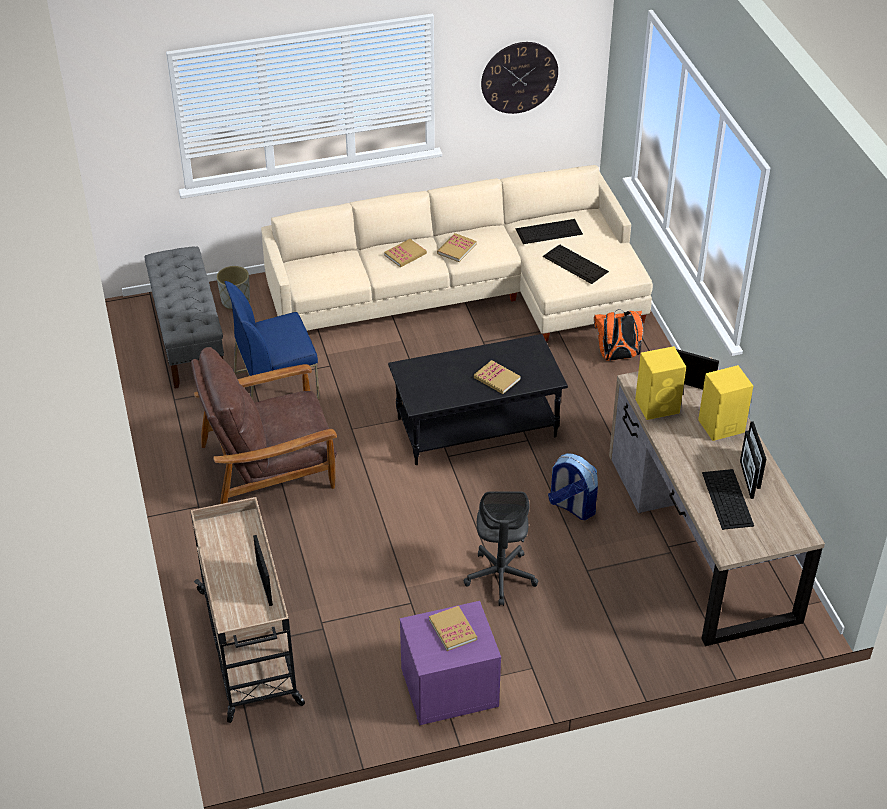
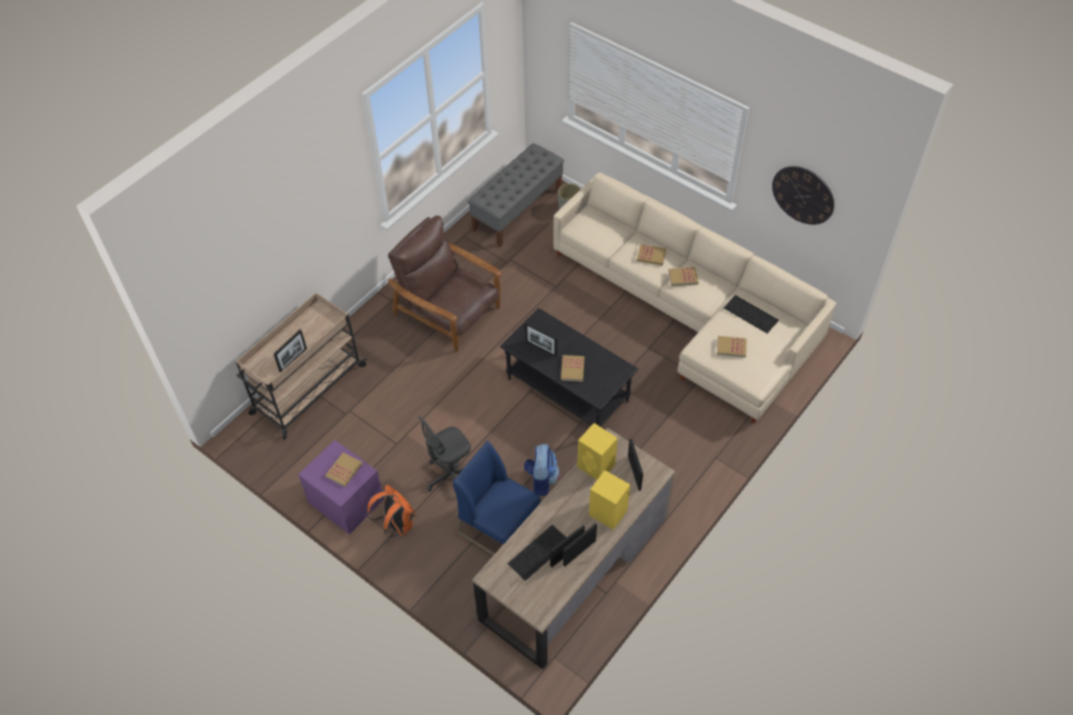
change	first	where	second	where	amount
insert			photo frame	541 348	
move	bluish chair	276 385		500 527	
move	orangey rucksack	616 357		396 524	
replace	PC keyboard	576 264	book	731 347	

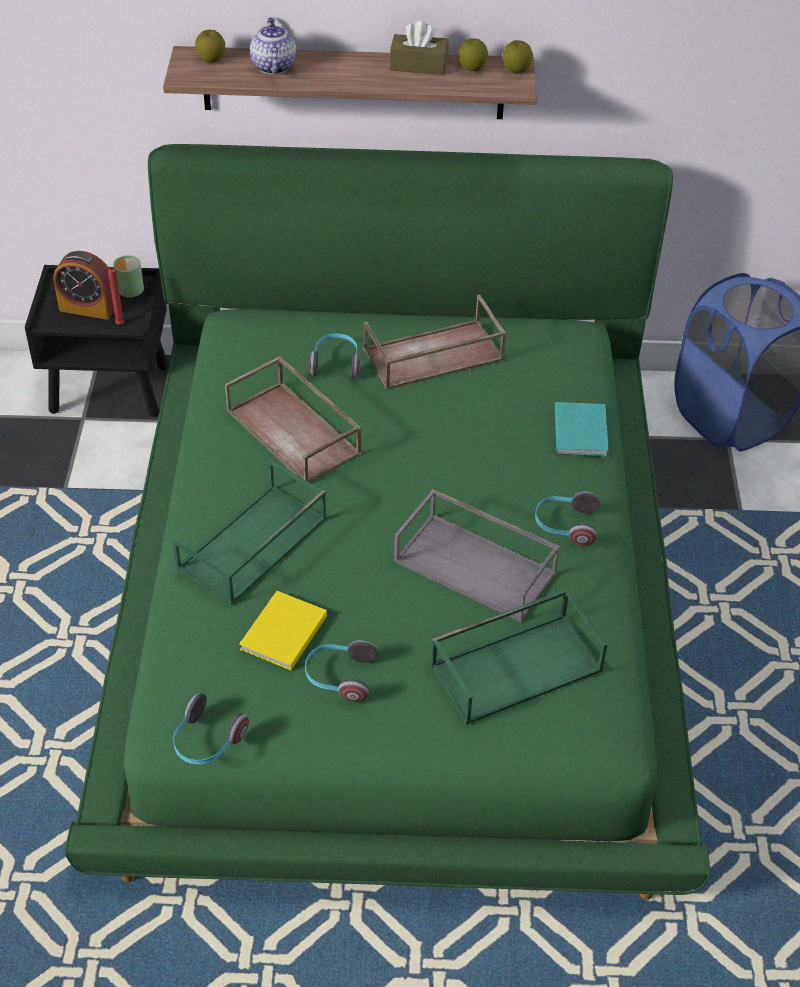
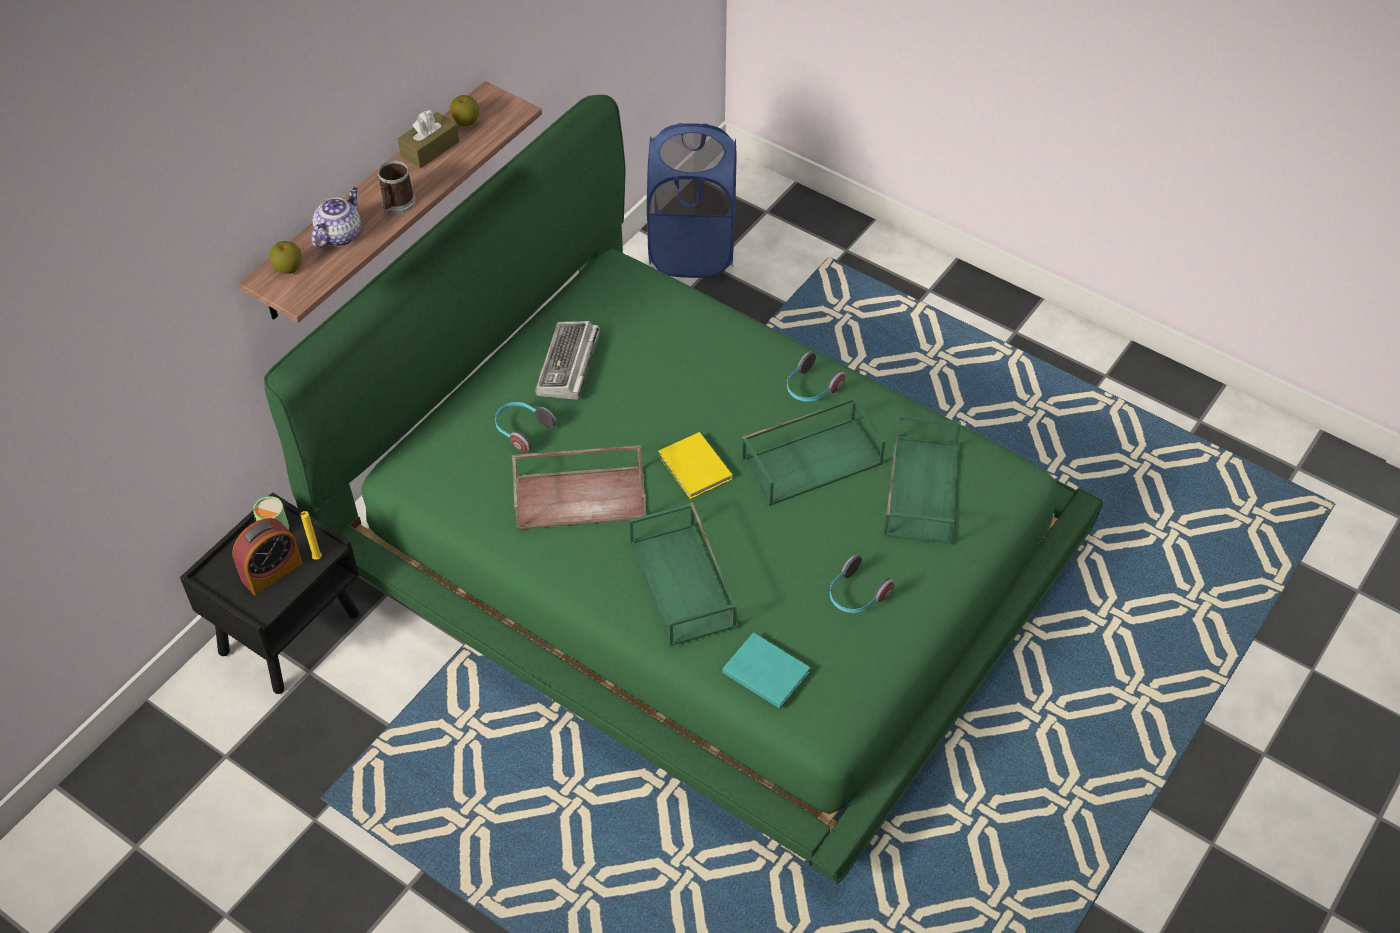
change	first	where	second	where	amount
delete	headset	207 742			
delete	whole apple	516 70			
insert			tea mug	396 204	
move	yellow-coloured book	281 634		695 469	
move	turquoise-coloured book	581 430		765 670	
replace	brownish serving tray	432 356	PC keyboard	568 366	
recolor	red-coloured wax candle	118 324	yellow-coloured wax candle	316 559	
recolor	gray serving tray	477 567	green-coloured serving tray	812 460	
rotate	teapot	273 66		339 234	90 degrees clockwise

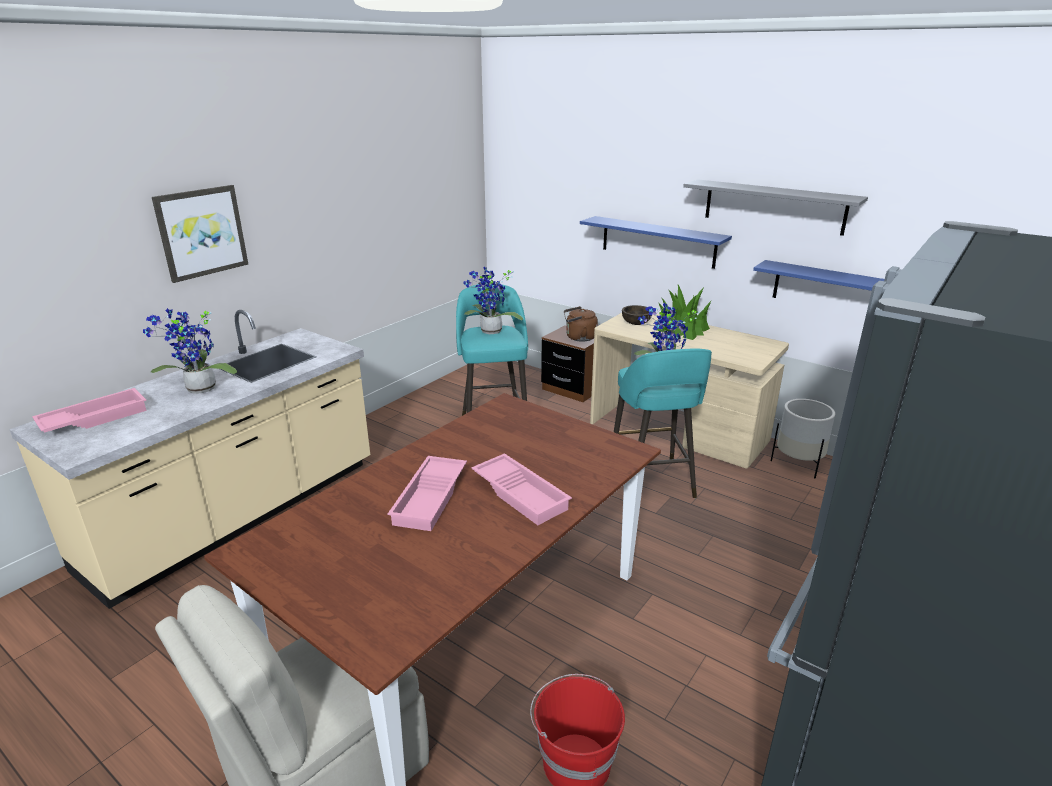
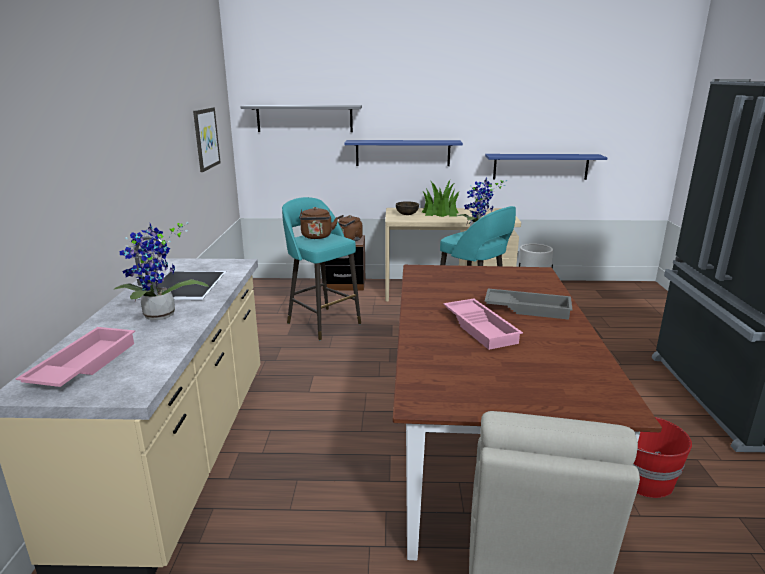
change	first	where	second	where	amount
move	picture	201 232		205 138	
move	gray wall shelf	774 206		304 118	
replace	plant in a pot	490 332	brownish water kettle	317 237	
recolor	pink serving tray	521 493	gray serving tray	528 308	

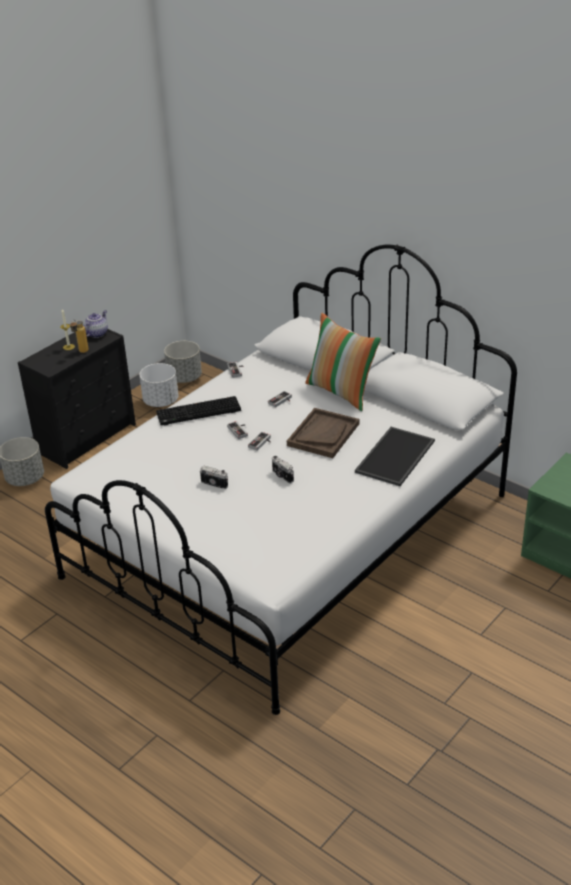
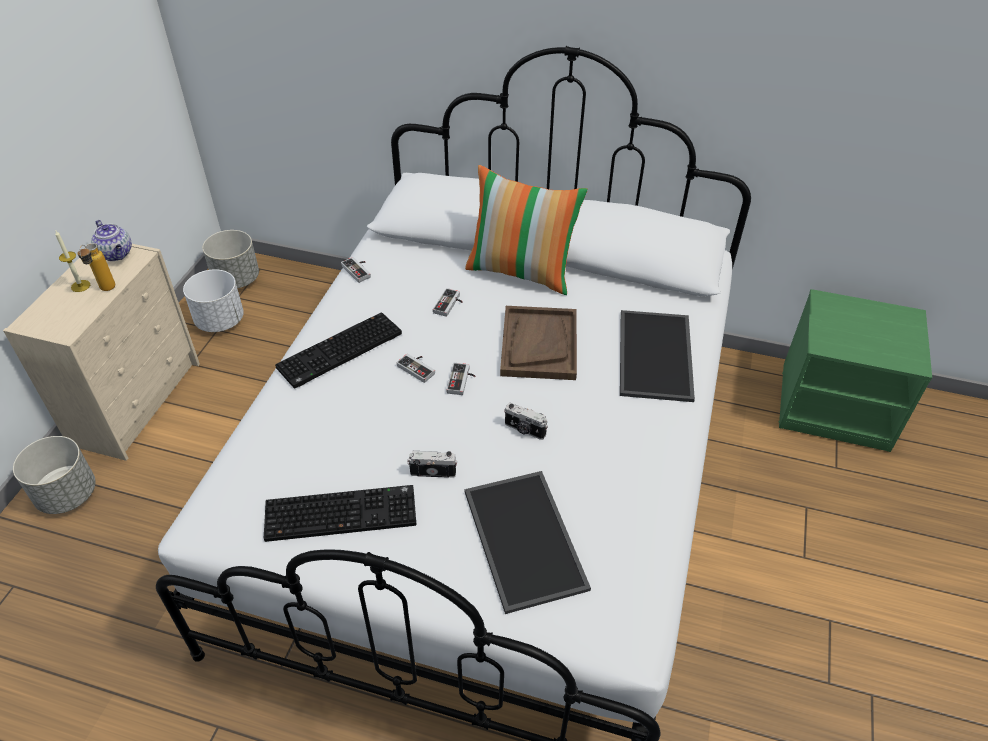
change	first	where	second	where	amount
insert			PC keyboard	342 512	
insert			serving tray	521 538	
recolor	black-coloured chest of drawers	87 437	beige chest of drawers	138 401	
rotate	teapot	97 333		117 254	135 degrees clockwise

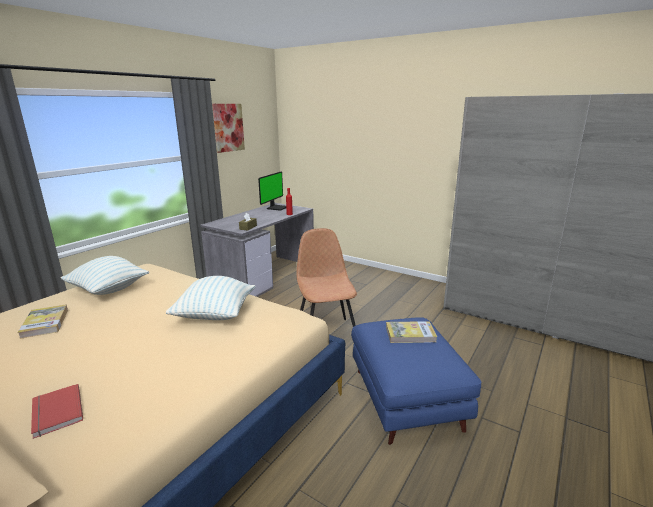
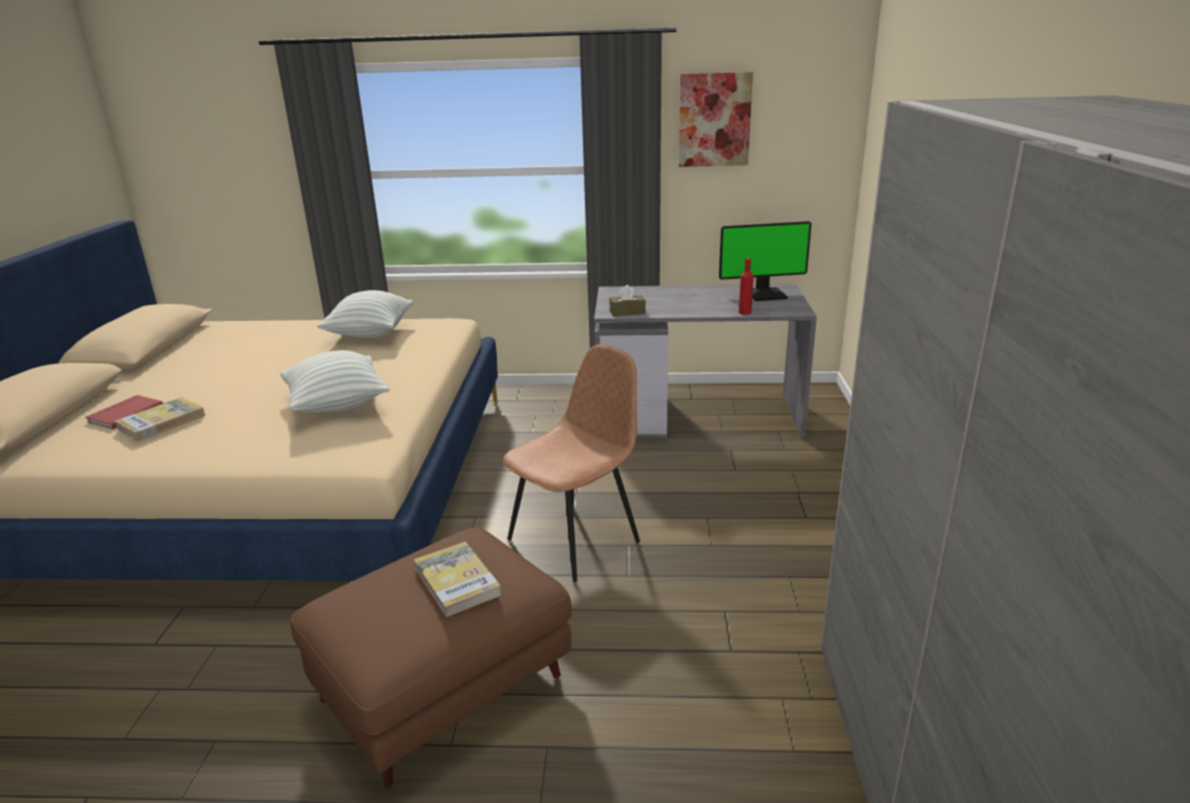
change	first	where	second	where	amount
move	book	45 323		161 422	
recolor	bluish footrest	407 399	brownish footrest	443 689	

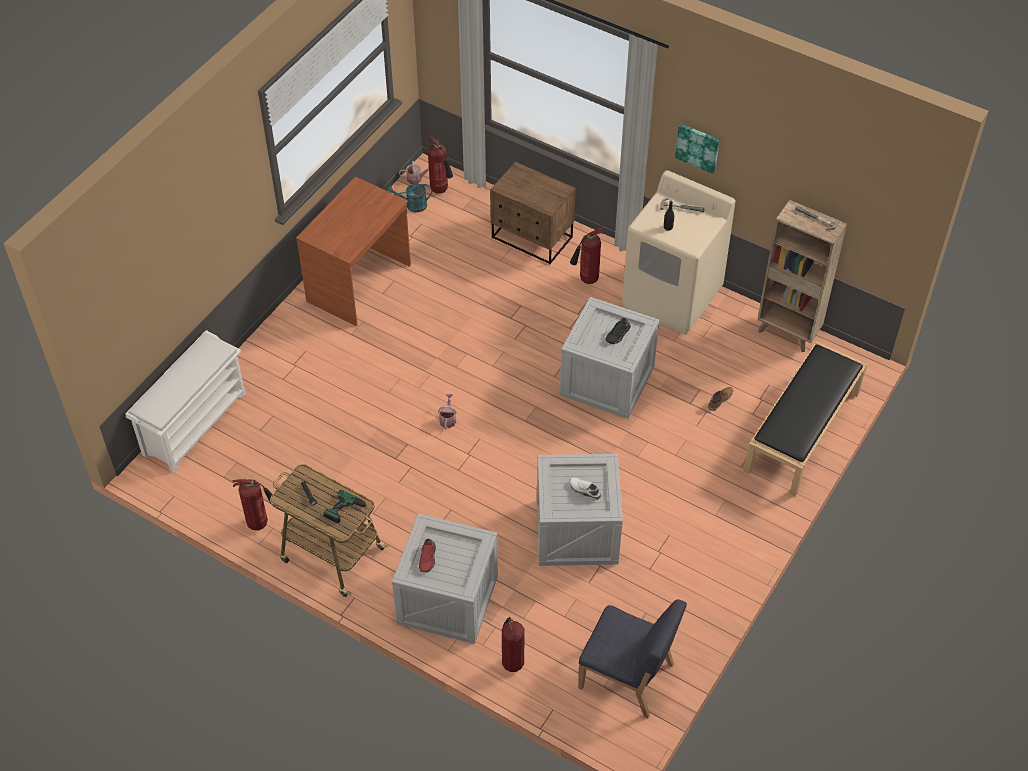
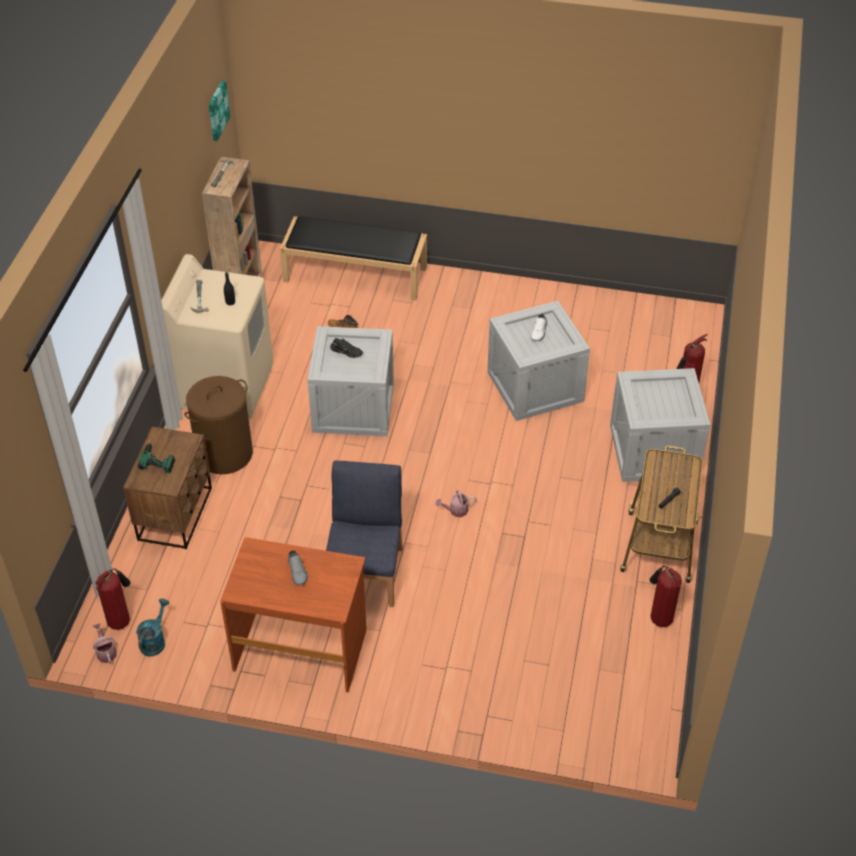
change	first	where	second	where	amount
delete	white shoe stand	195 423			
delete	red-coloured shoe	428 558			
insert			gray shoe	298 571	
move	electric drill	349 512		159 457	
move	bluish chair	627 677		366 573	
move	picture	698 147		217 110	
replace	fire-fighting cylinder	587 280	brownish washing basket	224 454	
rotate	turquoise-coloured sprinkling can	412 205		154 640	135 degrees counterclockwise

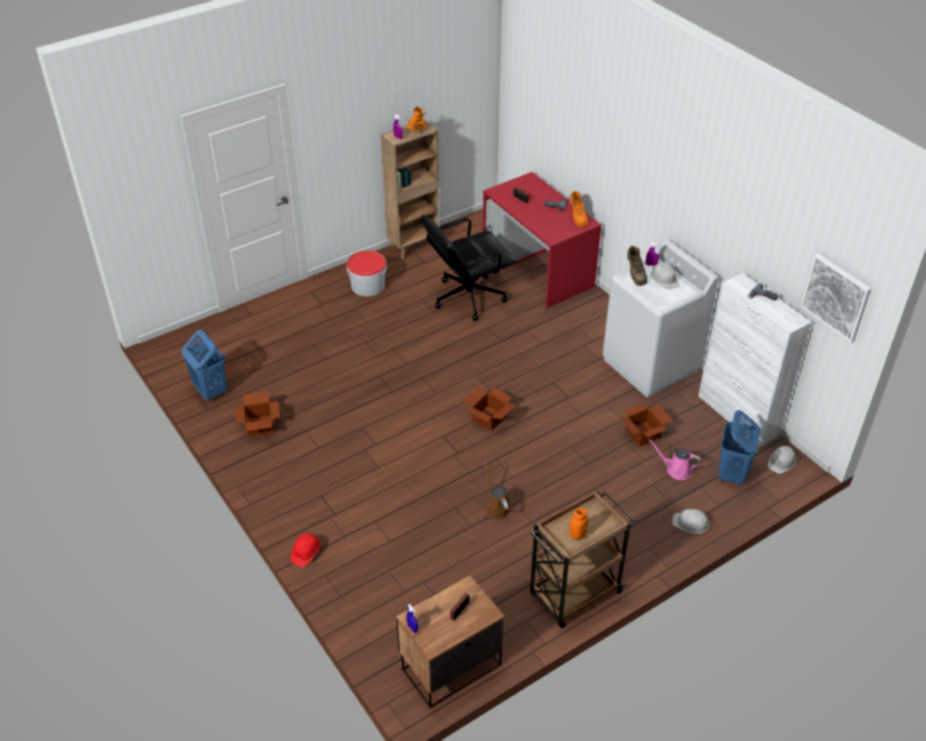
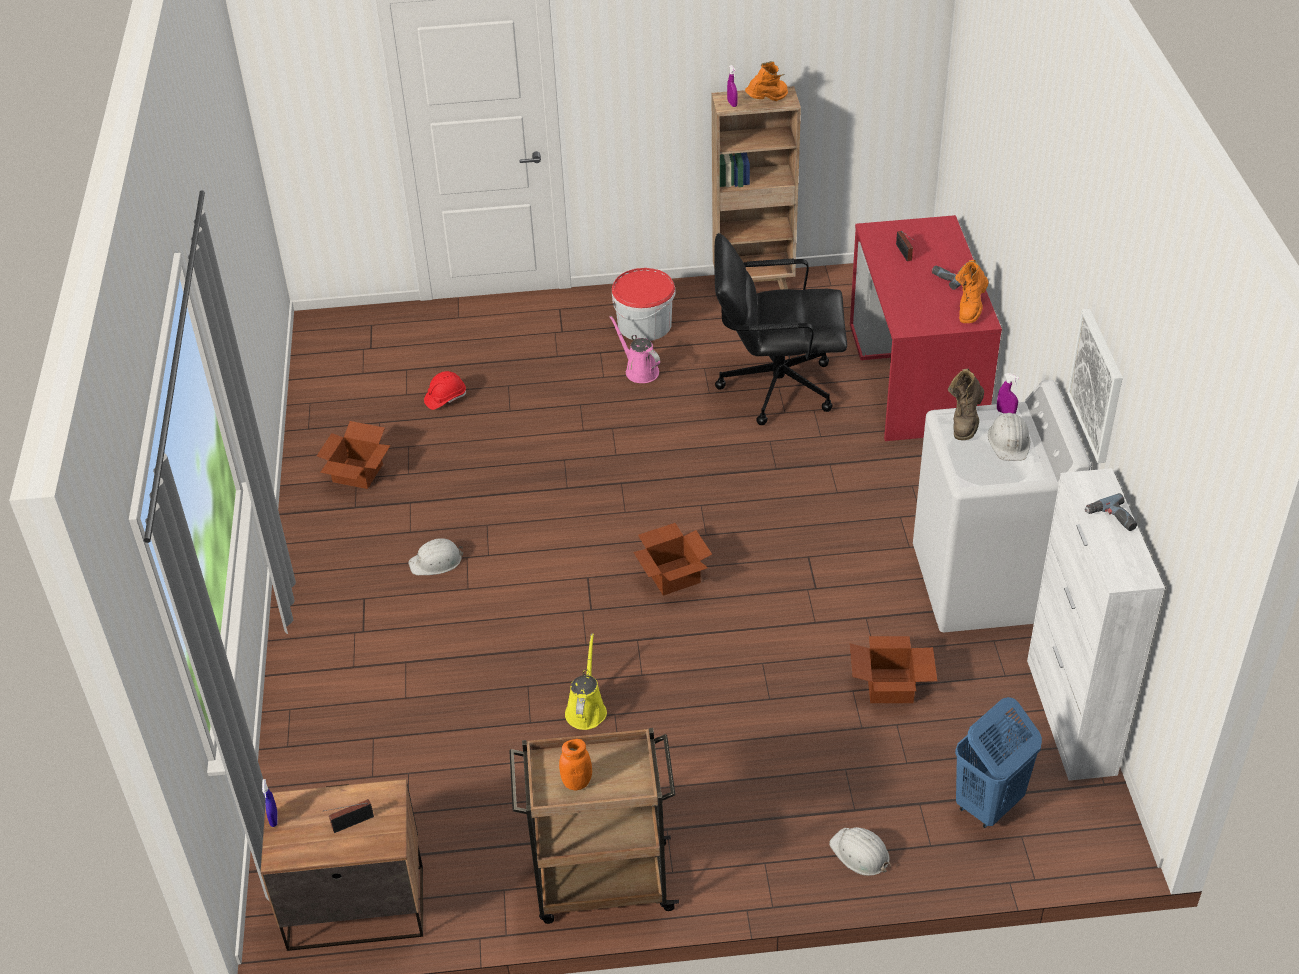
change	first	where	second	where	amount
delete	bluish washing basket	210 391			
move	red-coloured hard hat	306 553		445 398	
move	pink sprinkling can	676 470		639 370	
move	white hard hat	781 461		436 562	
move	picture	836 297		1097 385	
recolor	brownish sprinkling can	496 507	yellow-coloured sprinkling can	586 709	

